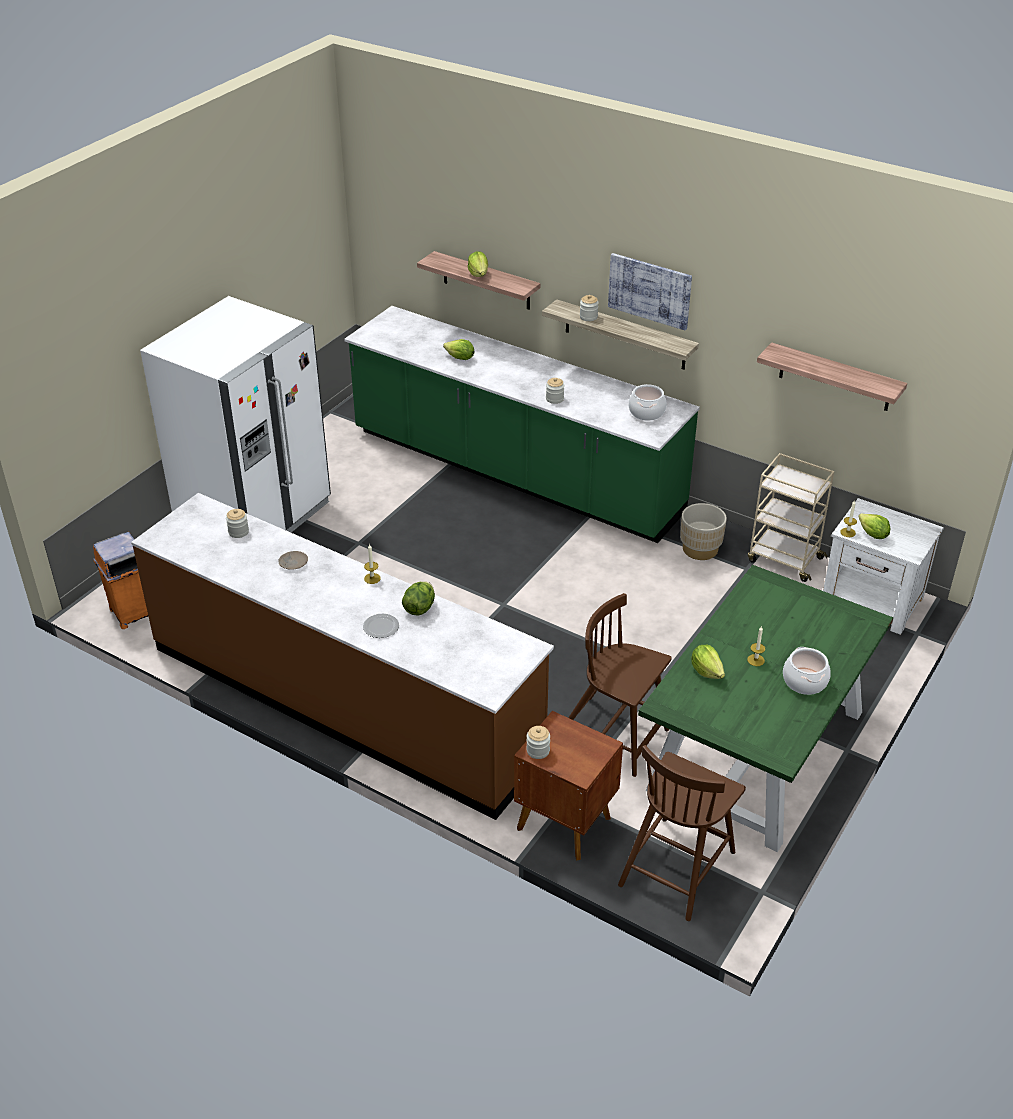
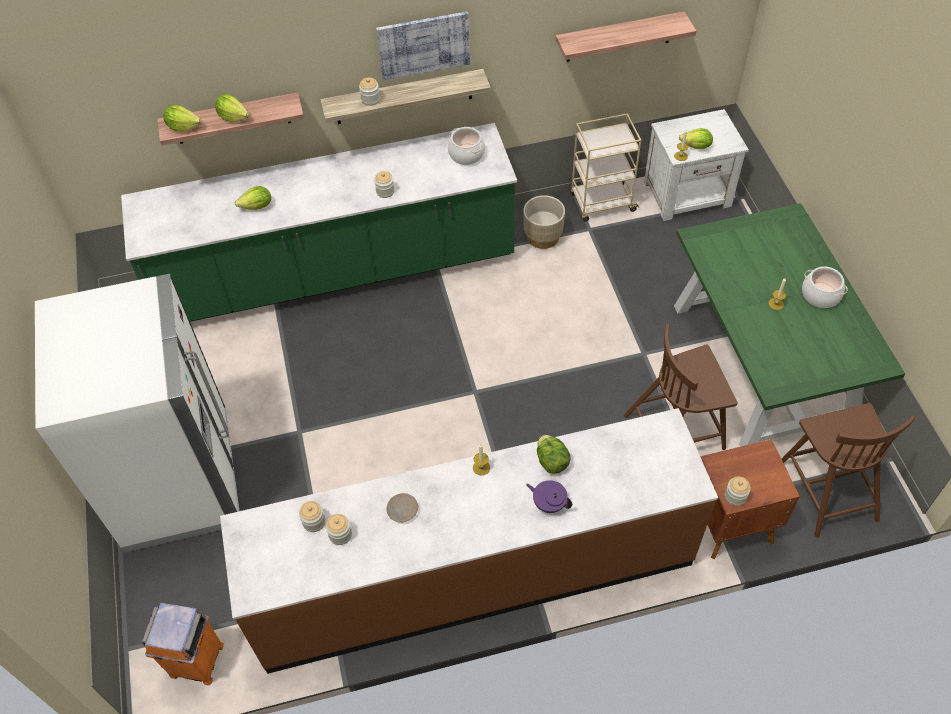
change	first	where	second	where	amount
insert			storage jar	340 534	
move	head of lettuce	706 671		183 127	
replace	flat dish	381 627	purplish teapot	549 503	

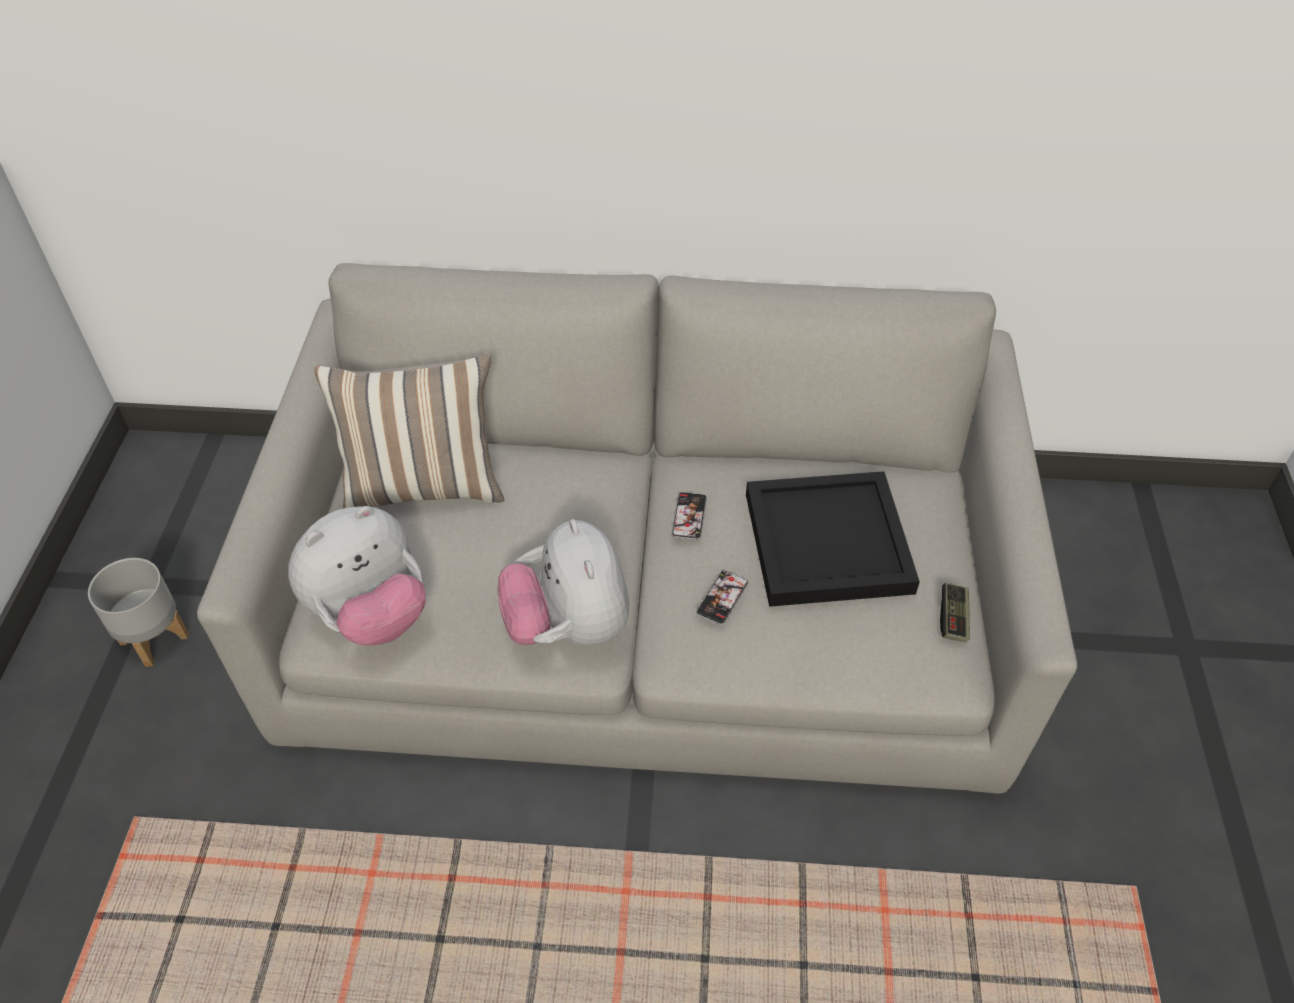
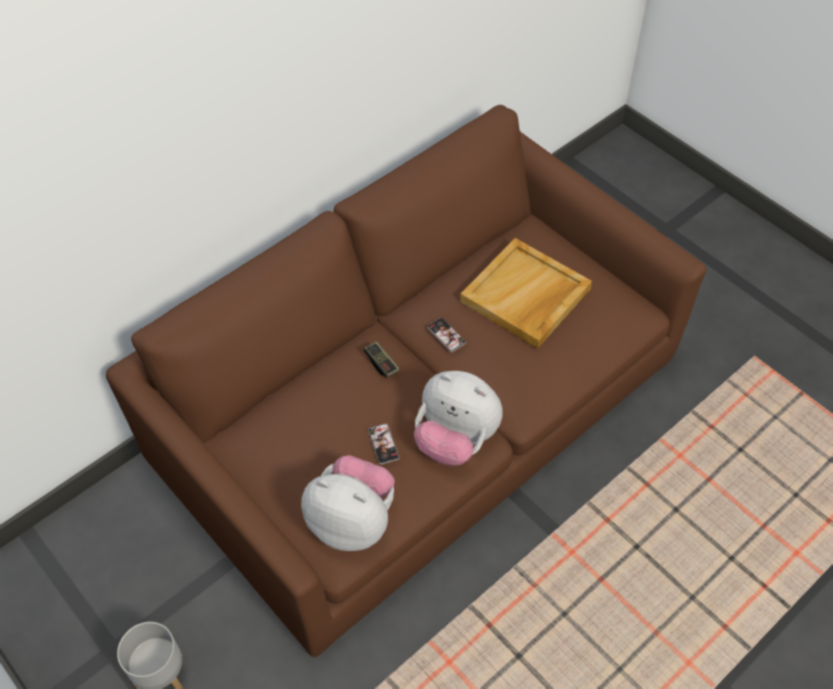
change	first	where	second	where	amount
delete	cushion	424 486			
move	phone	722 598		383 444	
move	joypad	953 618		381 363	
recolor	gray settee	649 605	brownish settee	418 409	
recolor	black-coloured serving tray	826 544	beige serving tray	525 296	
rotate	soft toy	371 614		353 521	75 degrees counterclockwise

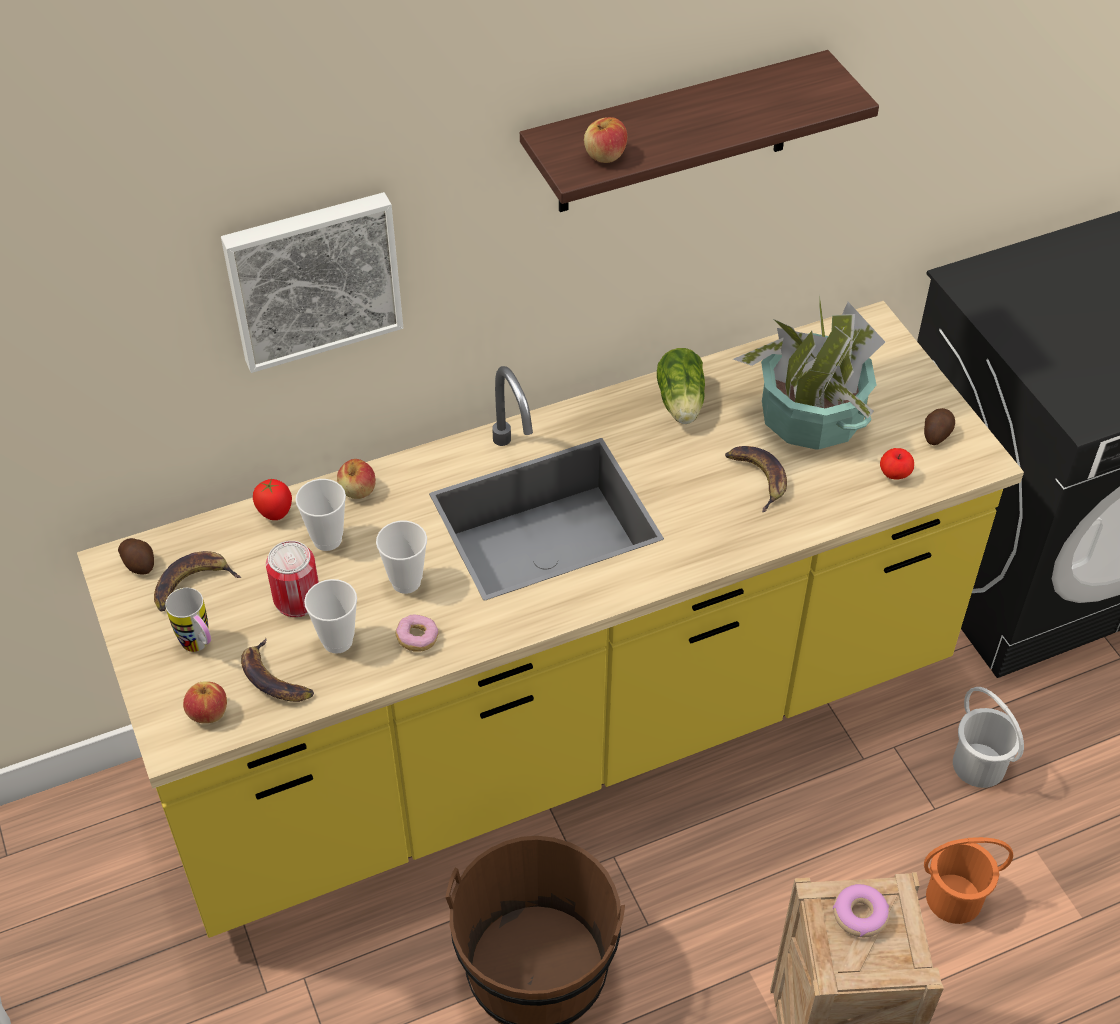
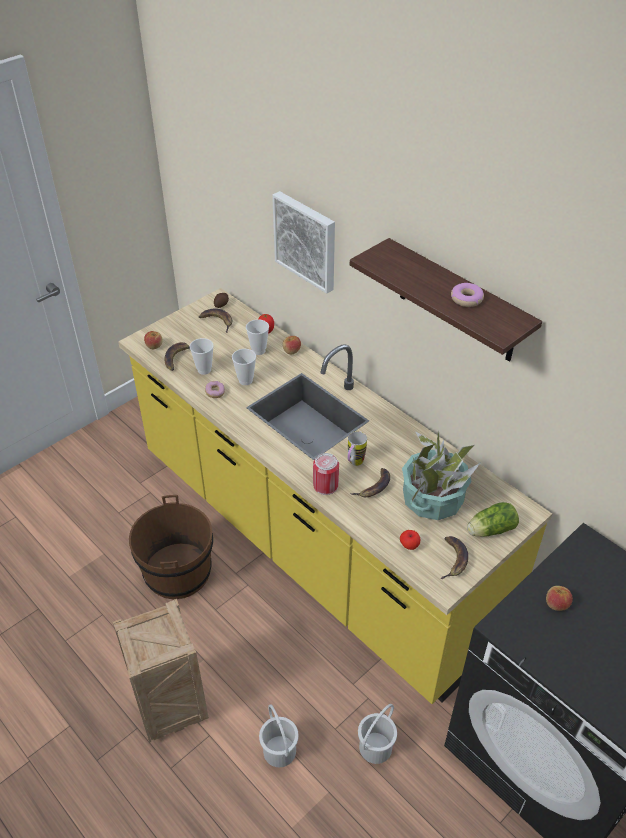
change	first	where	second	where	amount
move	tea mug	200 647		354 464	
move	can	297 599		325 485	
move	whole apple	605 155		556 604	
move	head of lettuce	681 404		489 530	
move	doughnut	860 914		466 299	
replace	potato	936 434	banana fruit	453 559	
recolor	orangey bucket	953 897	white bucket	280 750	

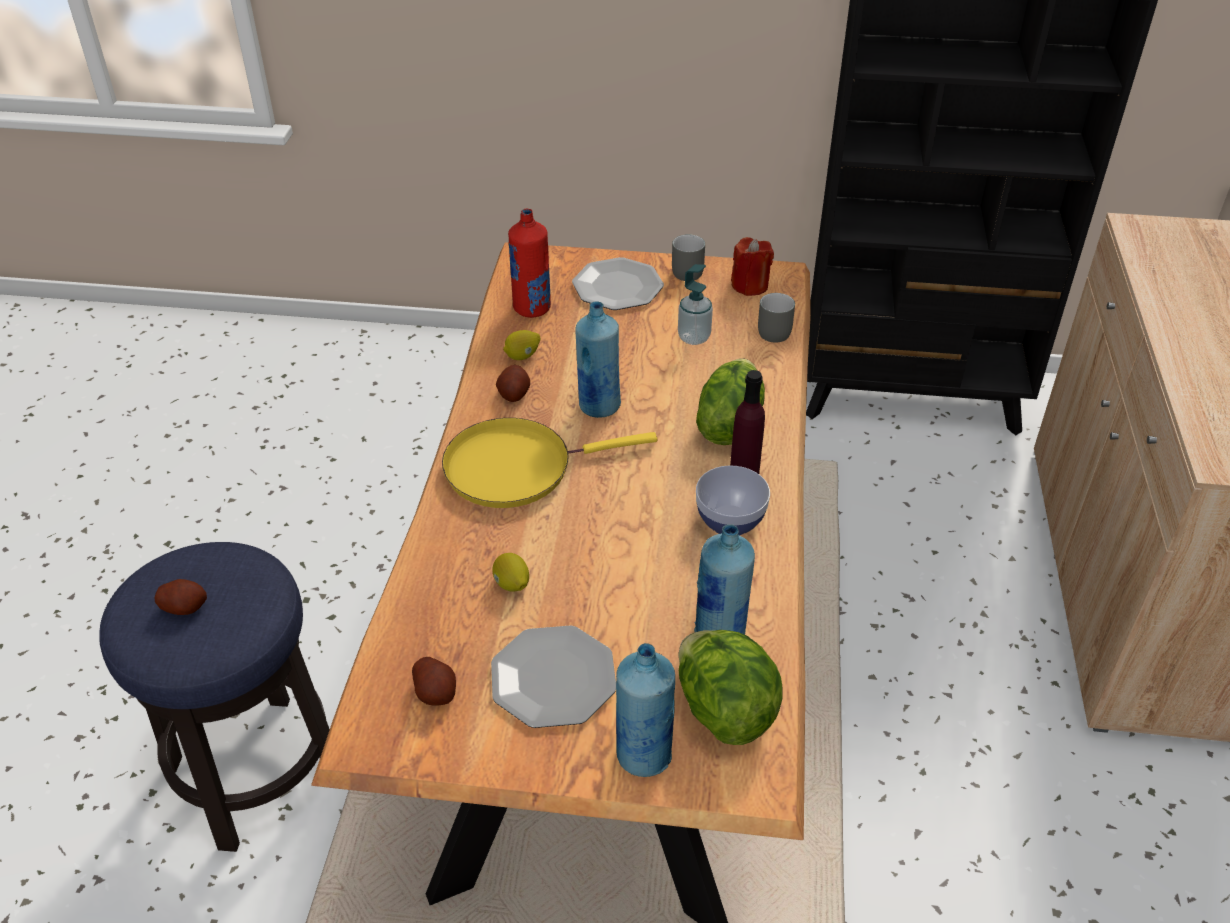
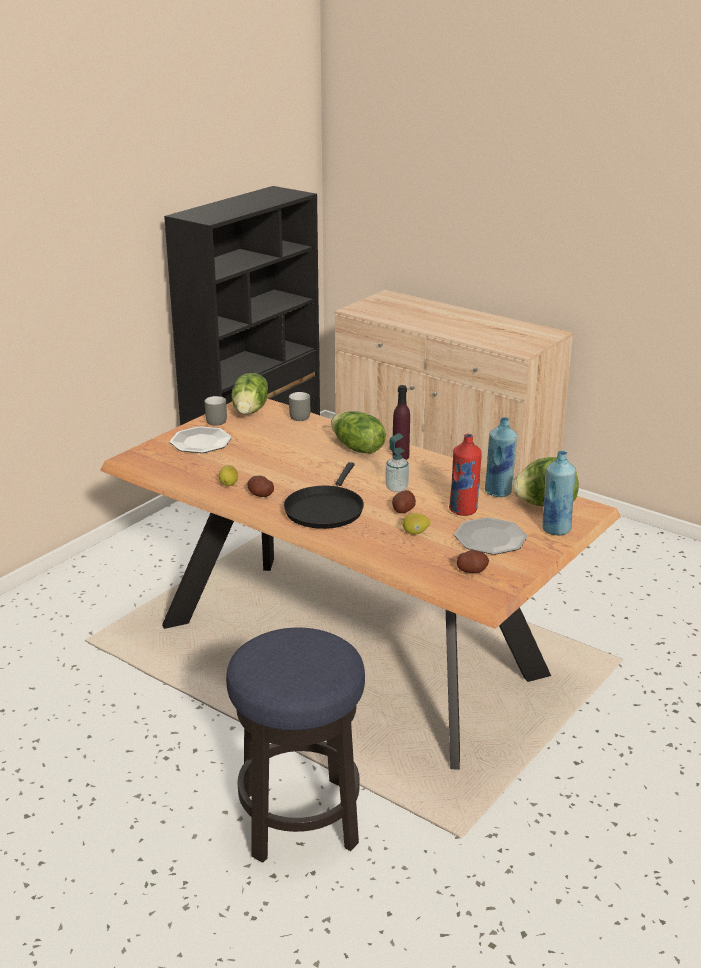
change	first	where	second	where	amount
delete	bluish bottle	598 406			
delete	bowl	729 521			
move	potato	184 607		403 510	
move	red-coloured bottle	532 308		463 510	
move	soap dispenser	694 338		396 488	
replace	red-coloured wax candle	750 285	head of lettuce	250 410	
recolor	yellow-coloured skillet	516 467	black-coloured skillet	325 509	

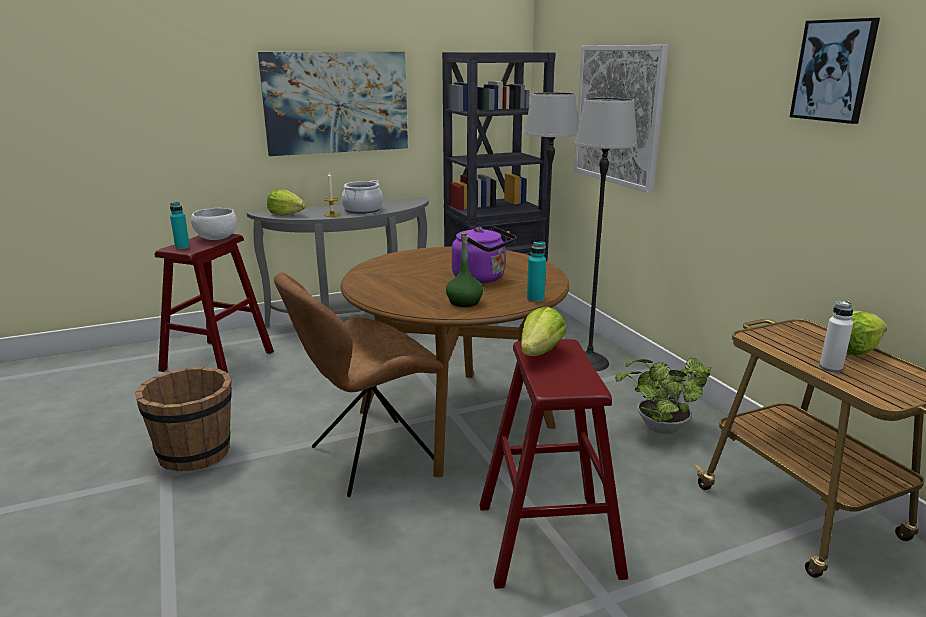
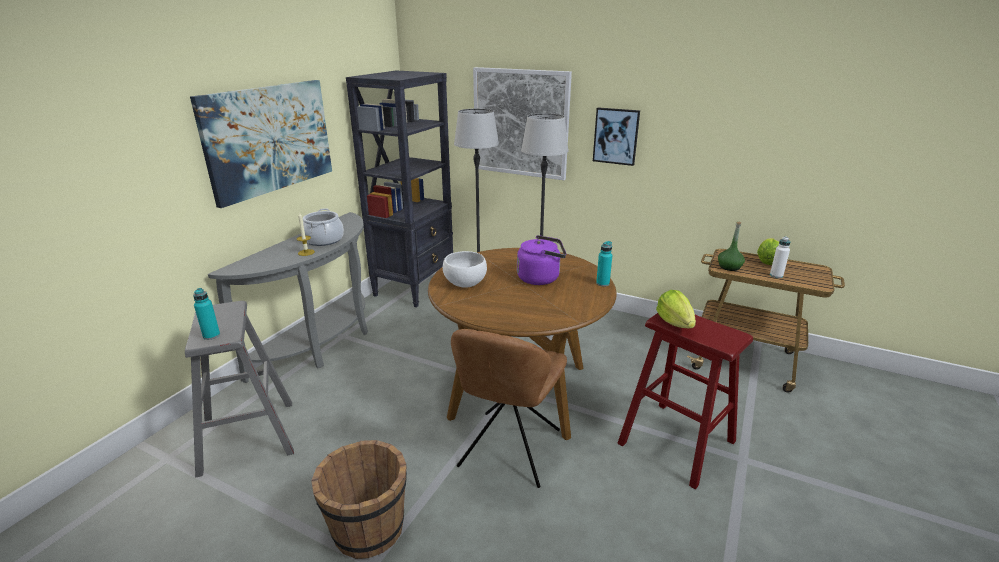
change	first	where	second	where	amount
delete	head of lettuce	286 214			
delete	plant in a pot	658 428			
move	white bowl	216 237		465 282	
move	green-coloured bottle	464 302		729 267	
move	picture	834 71		616 136	
recolor	red-coloured stool seat	218 361	gray stool seat	248 436	

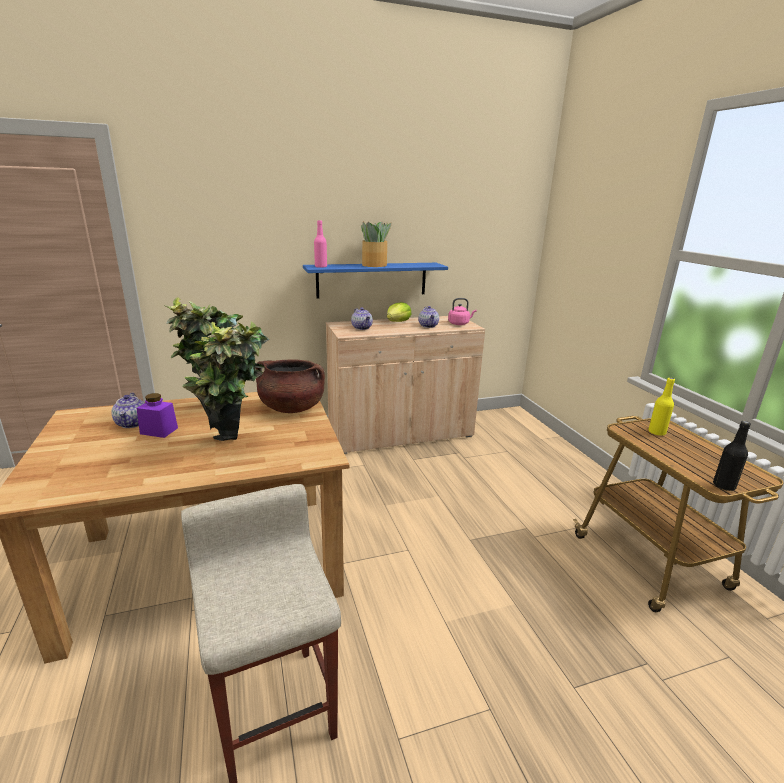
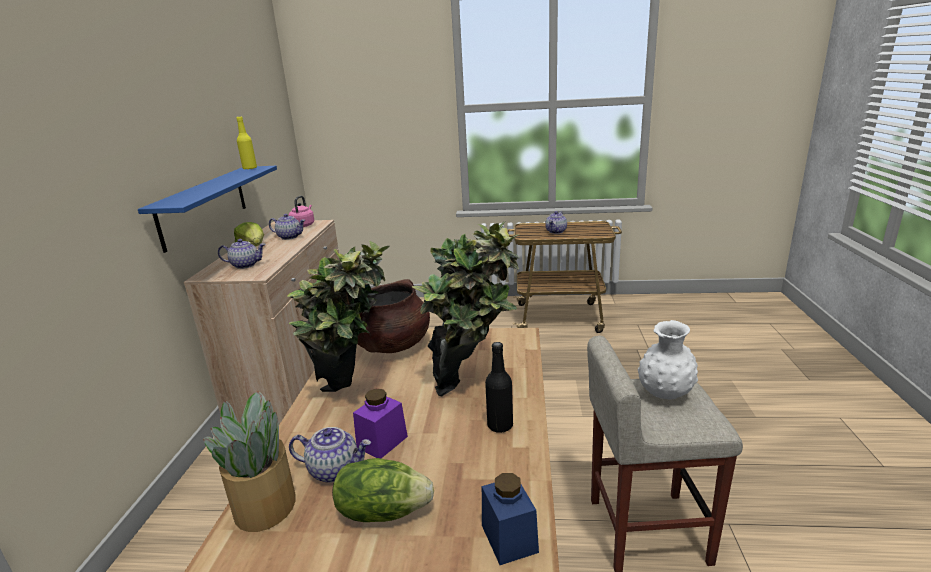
change	first	where	second	where	amount
delete	pink bottle	321 267			
insert			head of lettuce	383 511	
insert			bluish storage jar	509 538	
insert			teapot	556 231	
insert			white vase	665 394	
move	plant in a pot	375 265		266 504	
move	yellow-coloured bottle	656 432		250 168	
move	black-coloured bottle	723 486		500 425	

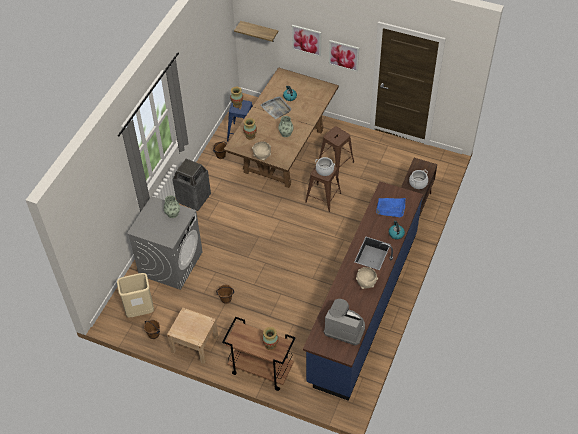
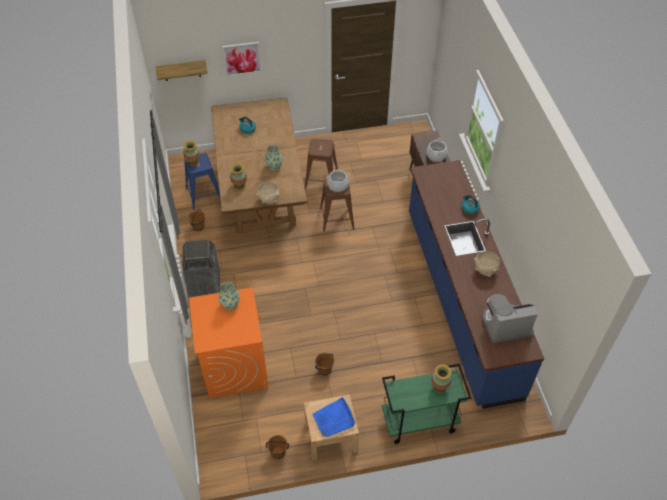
change	first	where	second	where	amount
delete	beige waste bin	140 311			
delete	gray serving tray	276 108			
delete	picture	344 55			
move	bluish serving tray	391 208		334 419	
recolor	gray laundry machine	171 263	orangey laundry machine	235 365	
recolor	brownish trolley	260 370	green-coloured trolley	419 422	

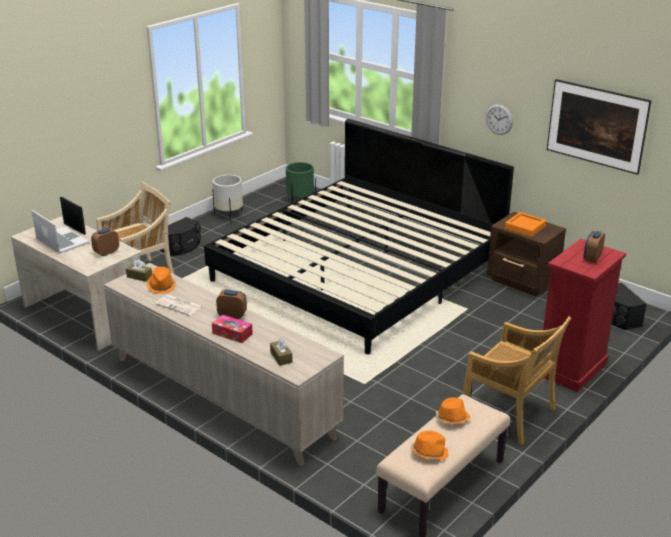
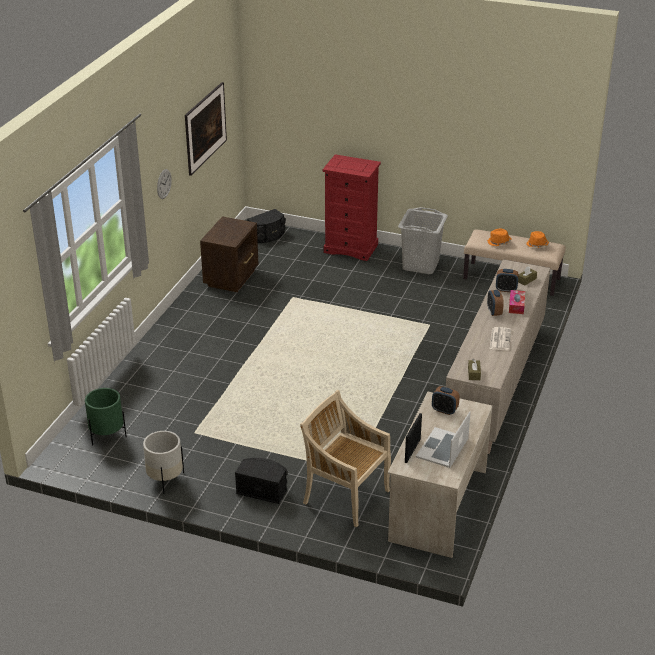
change	first	where	second	where	amount
delete	orangey clothing hat	161 286			
delete	bed	358 271			
delete	orangey serving tray	525 227			
move	alarm clock	592 258		506 289	
replace	beige chair	510 414	gray washing basket	421 265	

